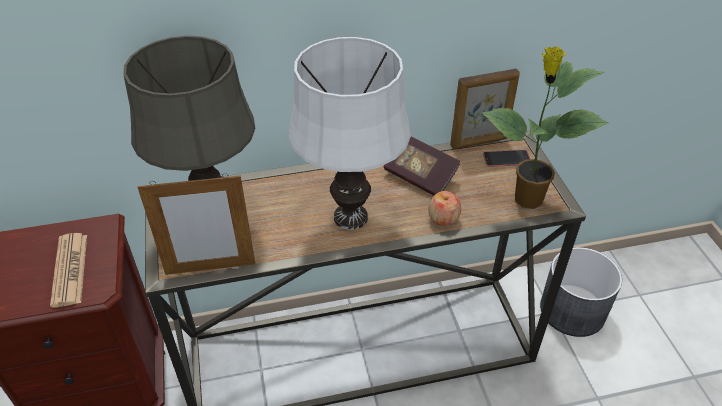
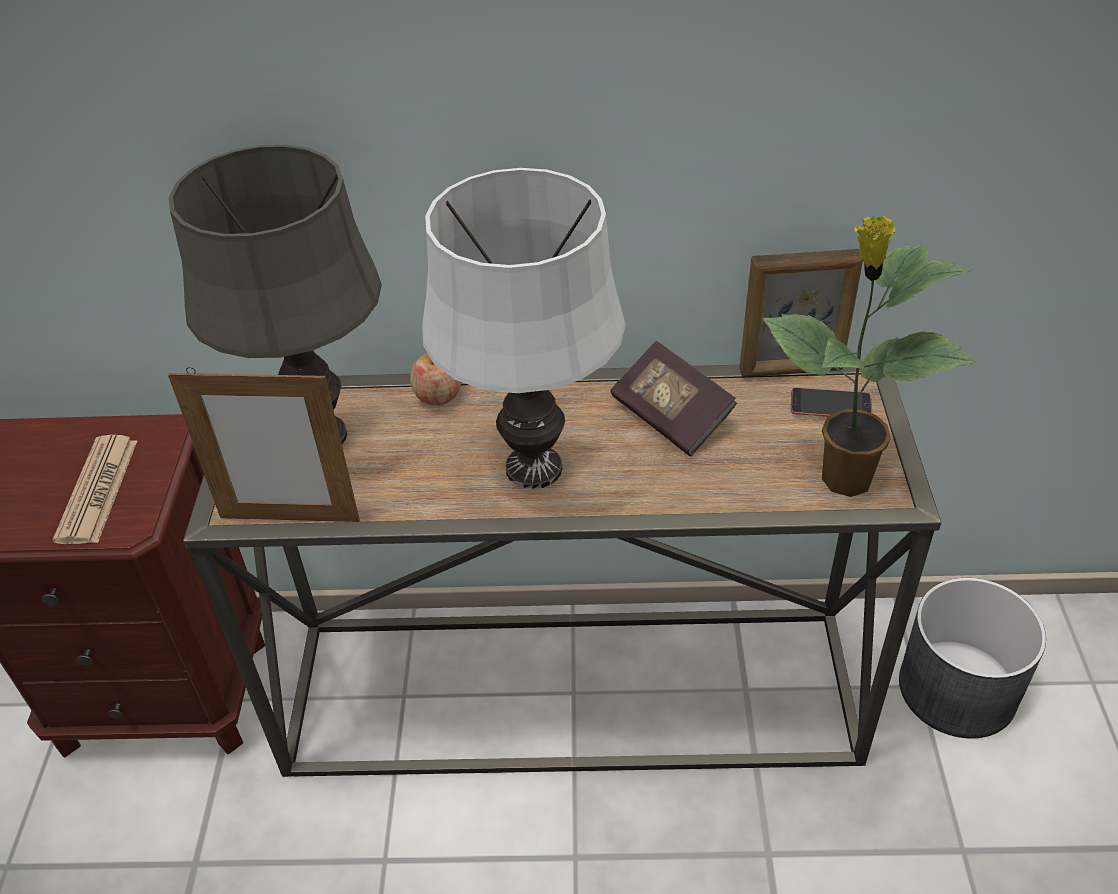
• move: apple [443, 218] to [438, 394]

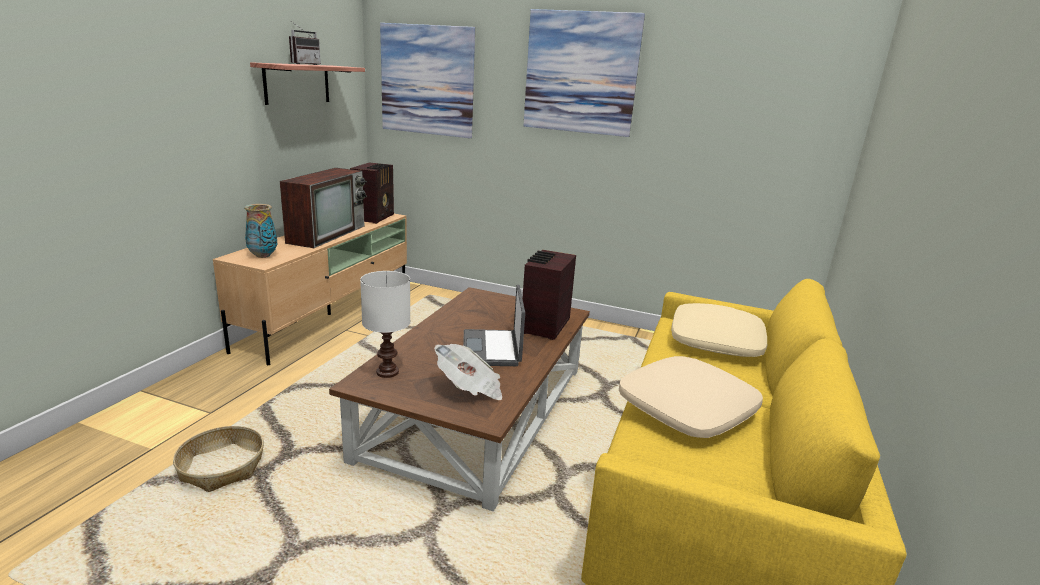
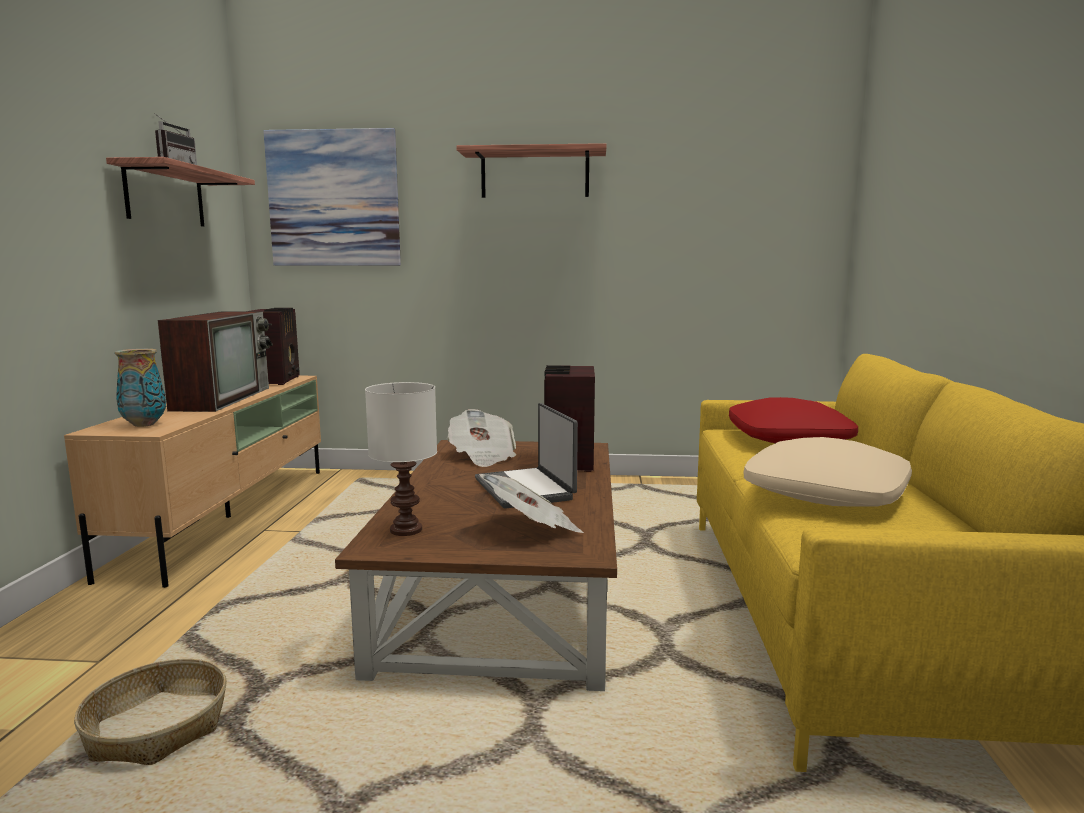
• insert: newspaper [482, 456]
• replace: picture [581, 73] to shelf [535, 174]
• recolor: beige pillow [716, 342] to red pillow [789, 438]

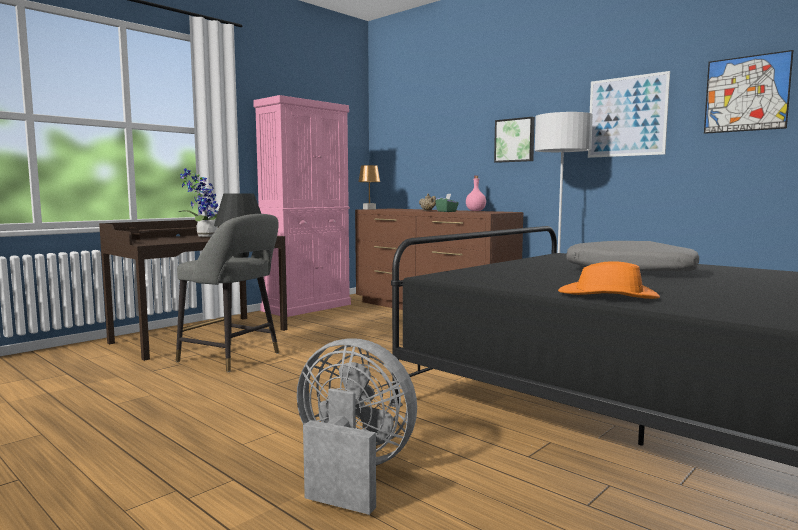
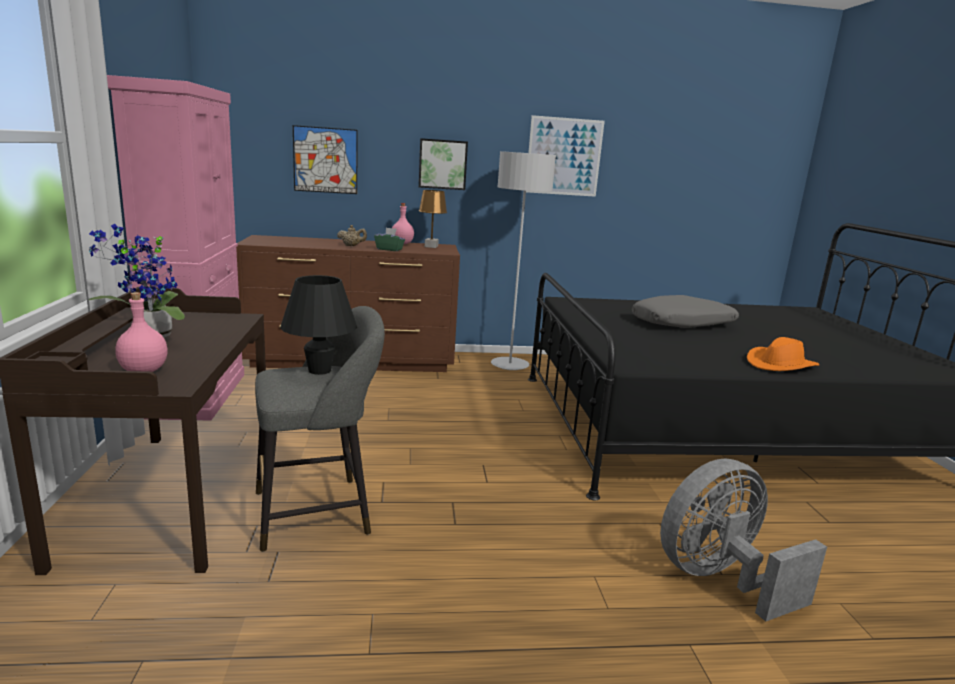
• insert: pink bottle [143, 370]
• move: picture [746, 94] to [325, 160]
• move: brown table lamp [369, 209] to [431, 246]

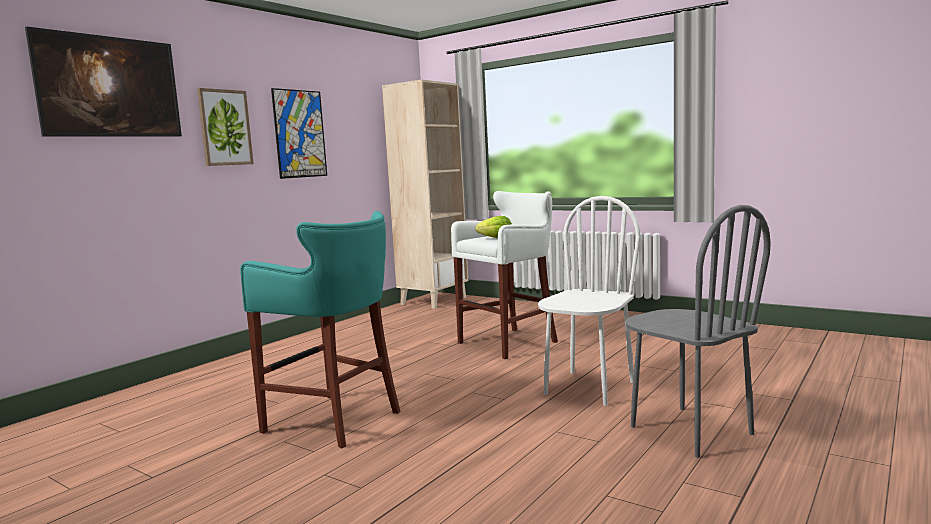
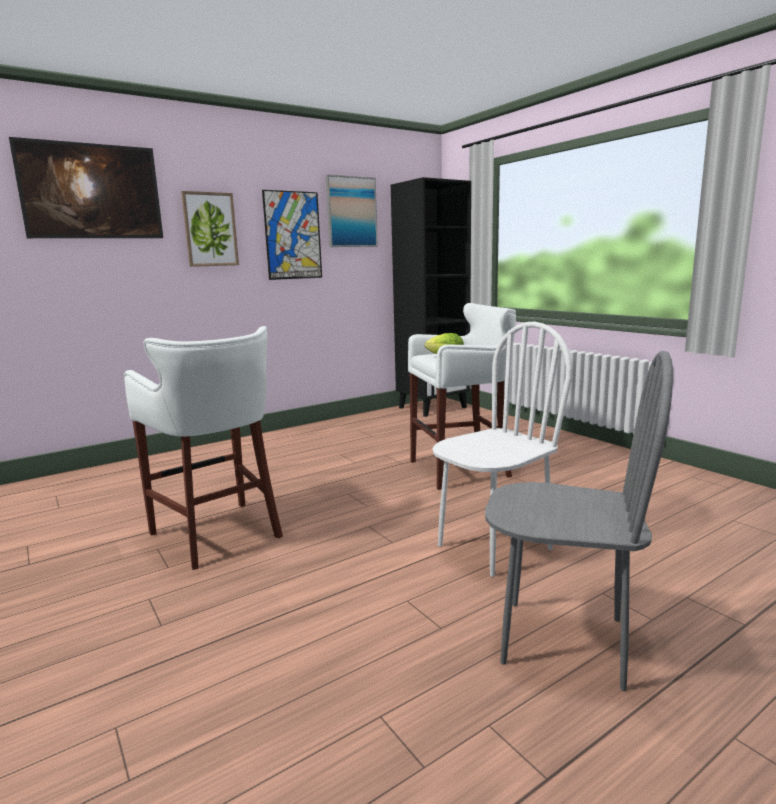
• recolor: turquoise stool [336, 421] to white stool [219, 535]
• insert: picture [351, 212]
• recolor: beige bookcase [433, 301] to black bookcase [432, 407]
• rotate: grey chair [690, 430] = [563, 641] 60 degrees counterclockwise

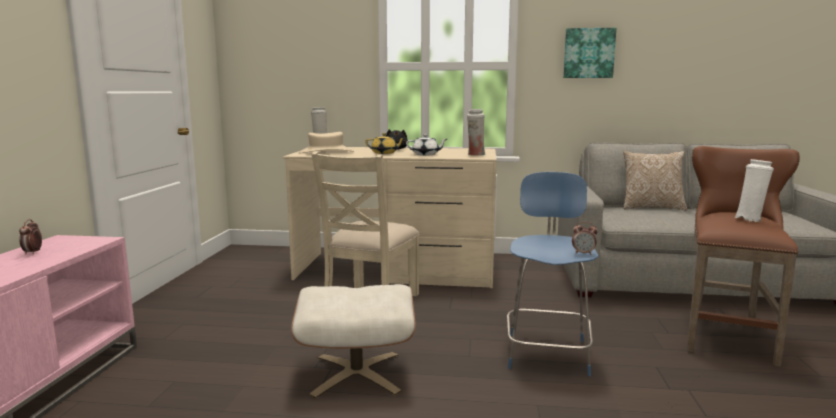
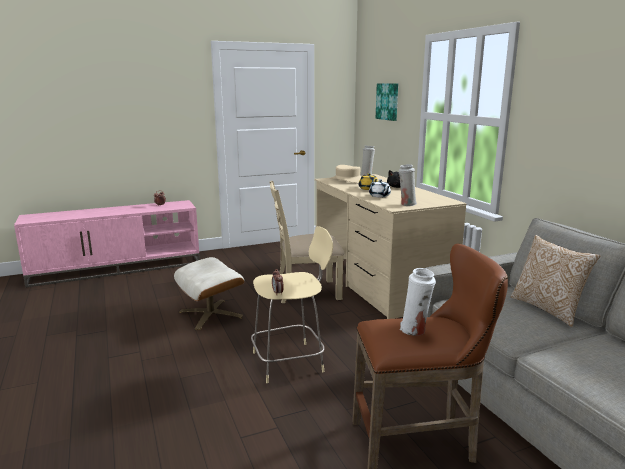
• recolor: blue stool [547, 352] to beige stool [290, 361]
• move: picture [588, 53] to [388, 101]

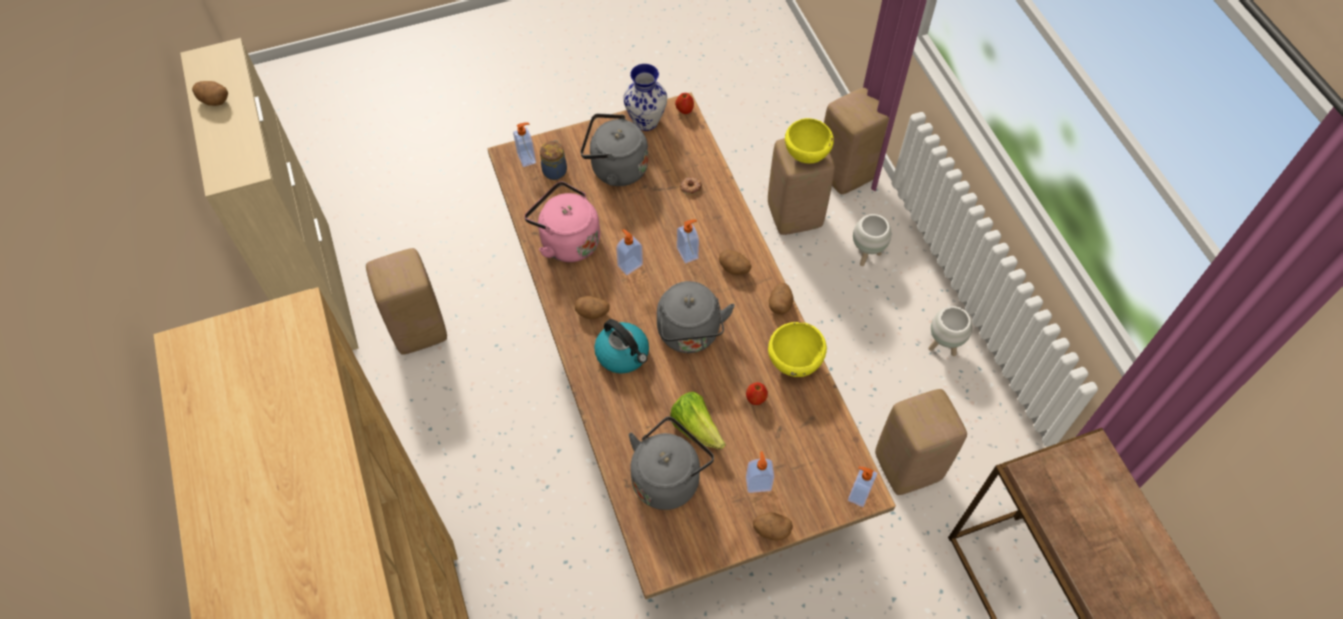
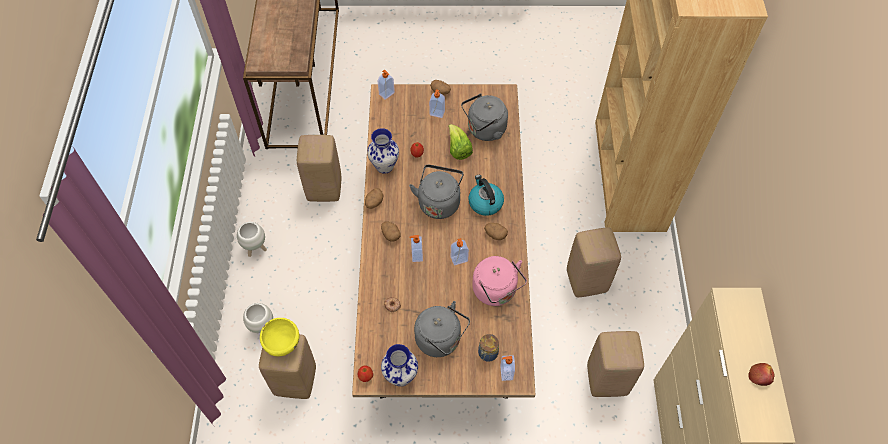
• replace: yellow bowl [794, 363] to vase [384, 166]
• move: beige stool [844, 173] to [587, 281]
• replace: potato [214, 100] to apple [760, 376]

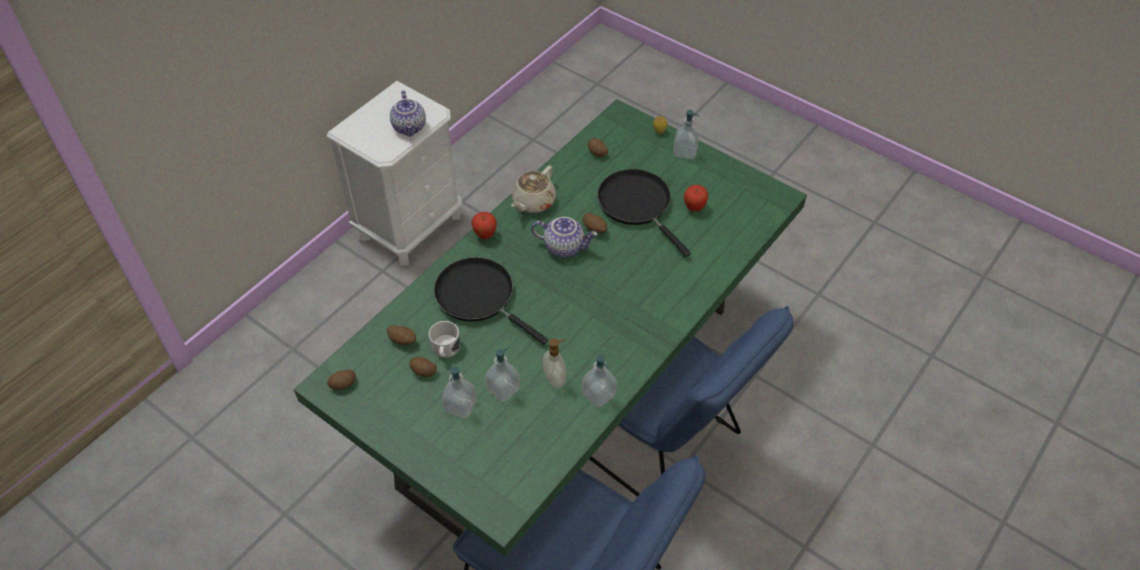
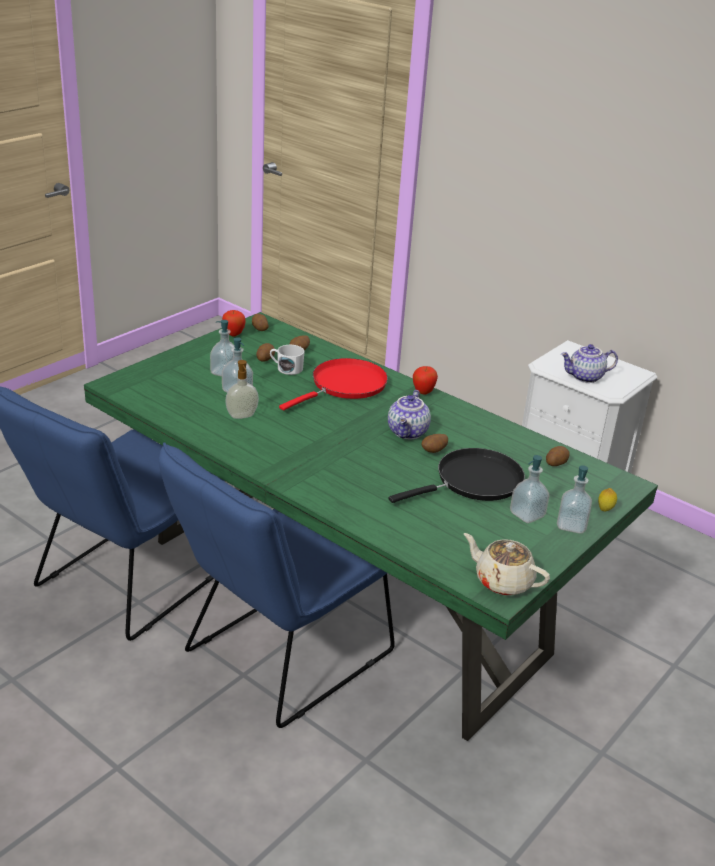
• move: apple [694, 208] to [233, 334]
• recolor: black frying pan [479, 297] to red frying pan [345, 386]
• move: beige teapot [533, 202] to [502, 581]
• move: soap dispenser [598, 394] to [527, 515]

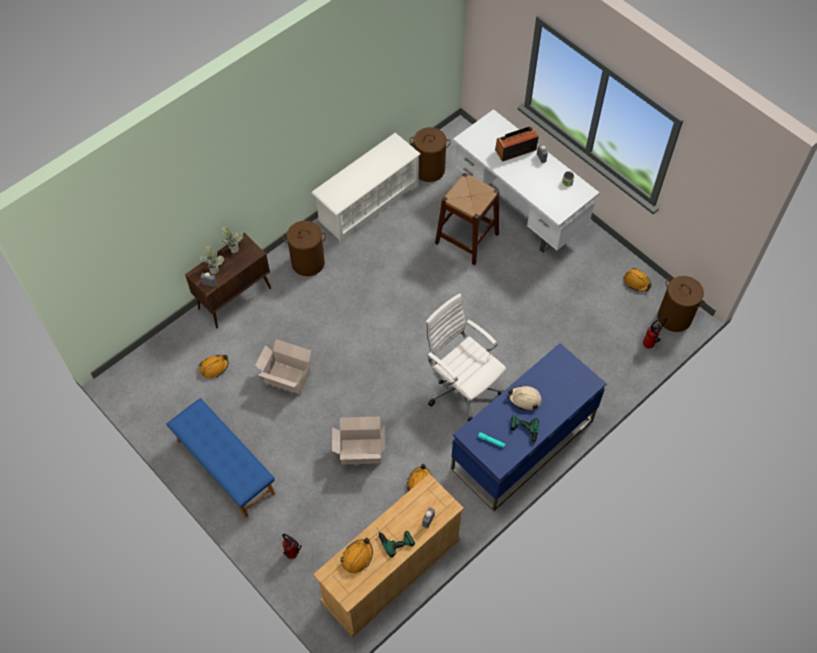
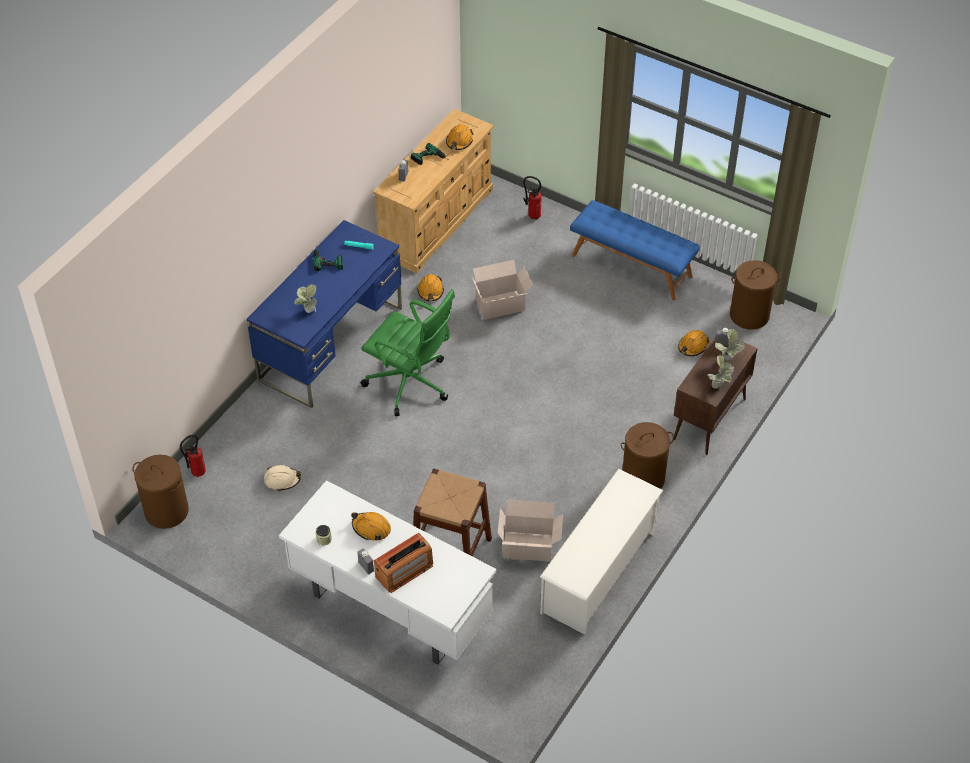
• move: beige hard hat [524, 399] to [282, 480]
• insert: potted plant [308, 312]
• move: orange hard hat [637, 282] to [371, 528]
• recolor: white office chair [462, 387] to green office chair [410, 384]
• move: cardboard box [286, 377] to [529, 547]
• move: brown laundry basket [429, 170] to [749, 315]

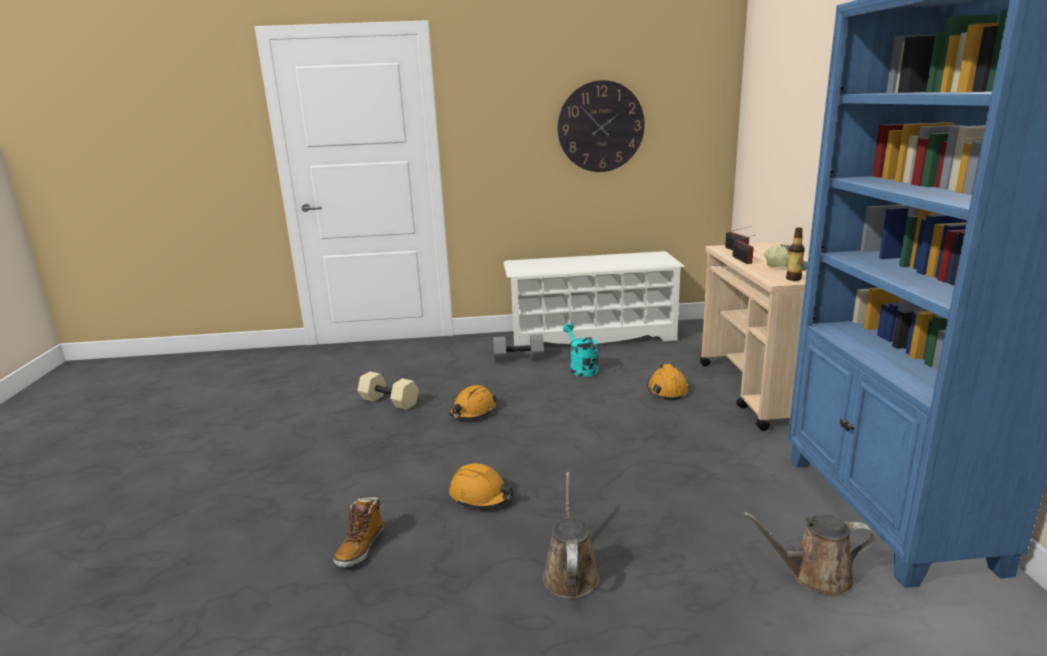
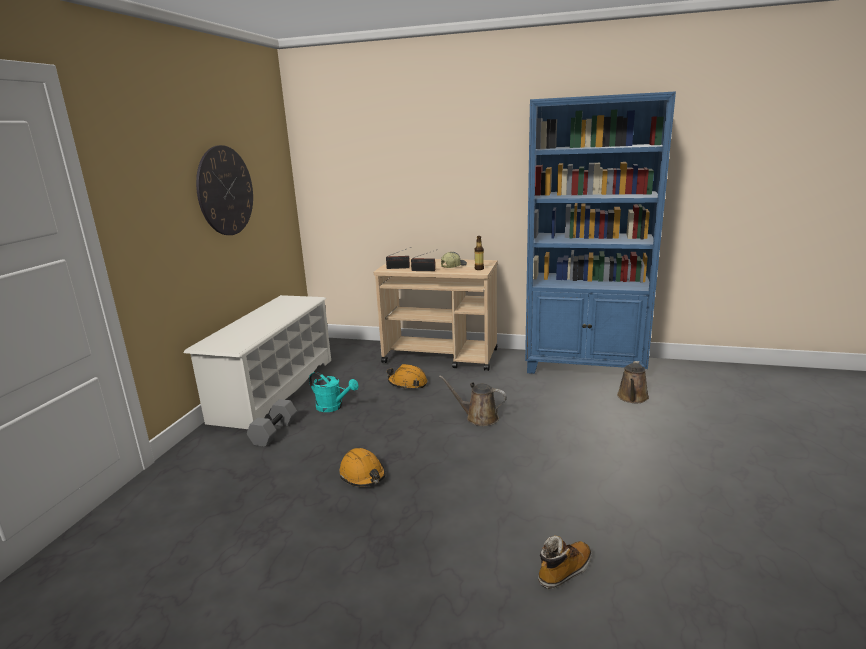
• rotate: turquoise watering can [581, 368] = [333, 407] 150 degrees counterclockwise
• move: brown watering can [570, 573] to [478, 417]
• rotate: boot [360, 547] = [564, 571] 75 degrees counterclockwise
• delete: beige dumbbell [390, 401]
• delete: orange hard hat [481, 496]

